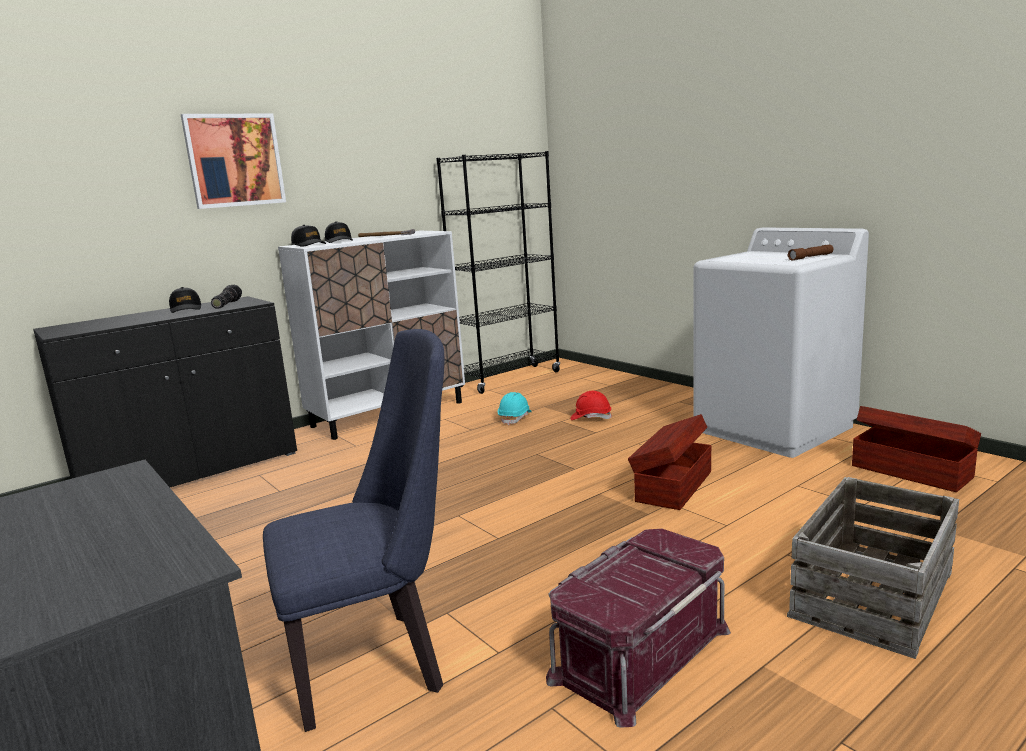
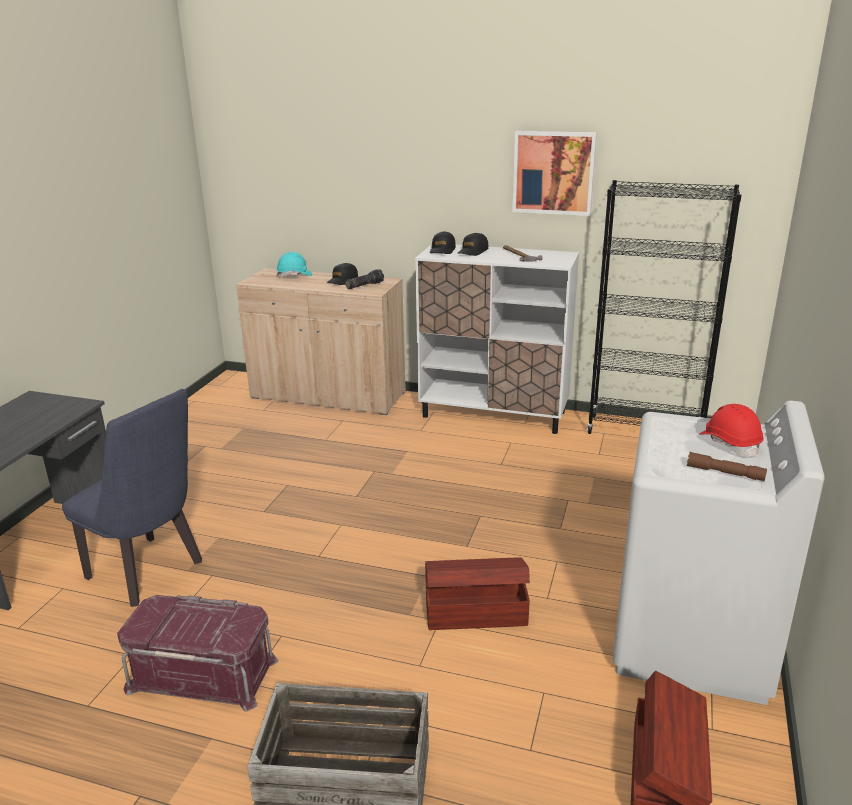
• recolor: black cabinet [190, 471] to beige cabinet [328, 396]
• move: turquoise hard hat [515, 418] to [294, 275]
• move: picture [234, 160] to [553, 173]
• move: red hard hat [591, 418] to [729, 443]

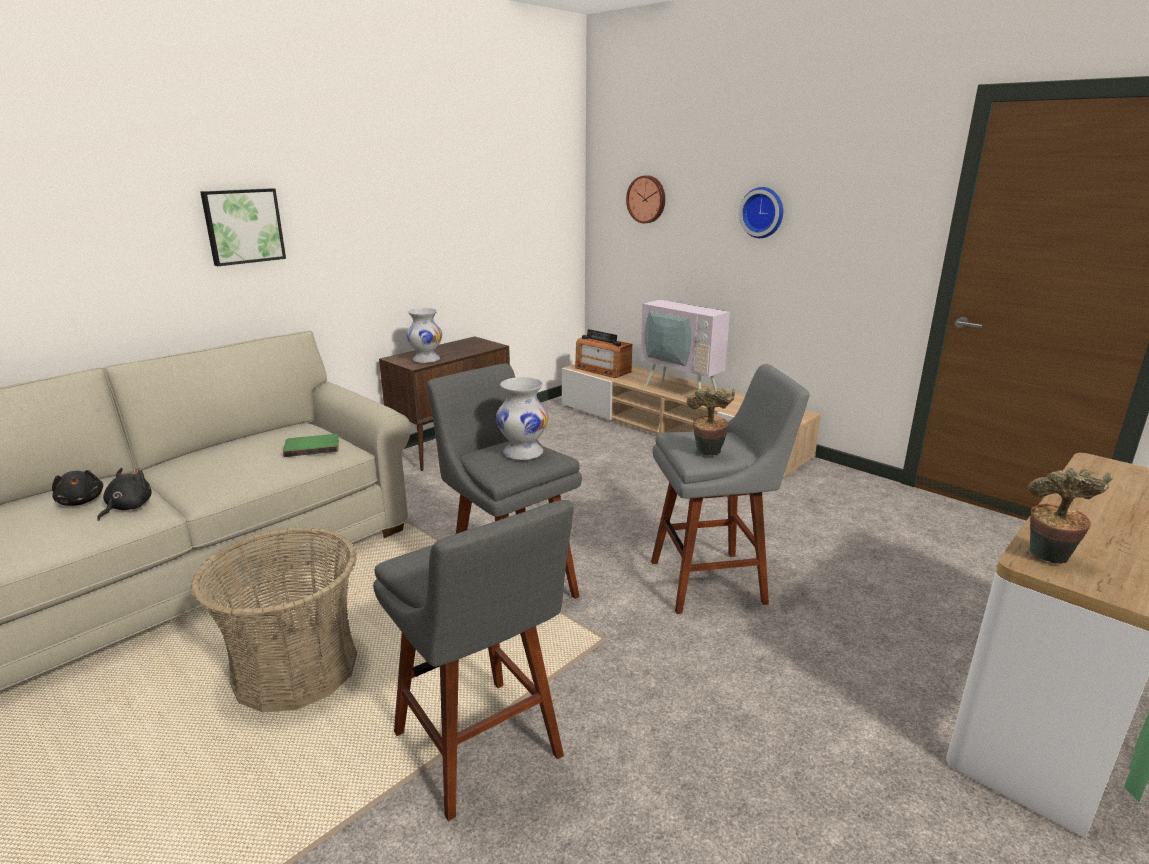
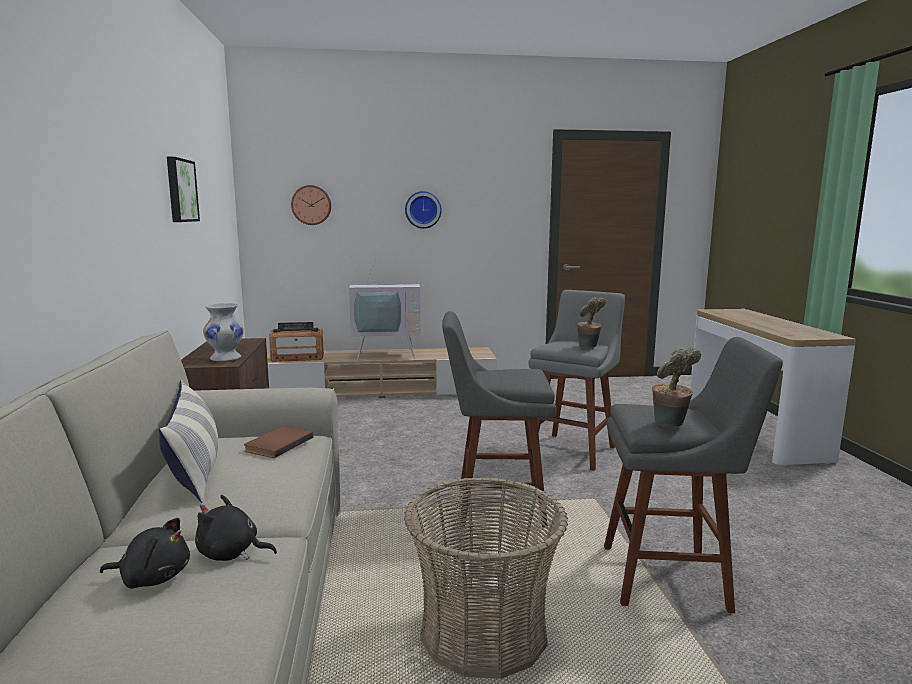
• insert: pillow [195, 468]
• move: picture [243, 226] to [180, 190]
• rotate: black plush toy [127, 508] = [231, 553] 45 degrees counterclockwise
• recolor: green book [312, 447] to brown book [277, 444]
• move: potted plant [1048, 559] to [670, 425]
• delete: white vase [523, 453]

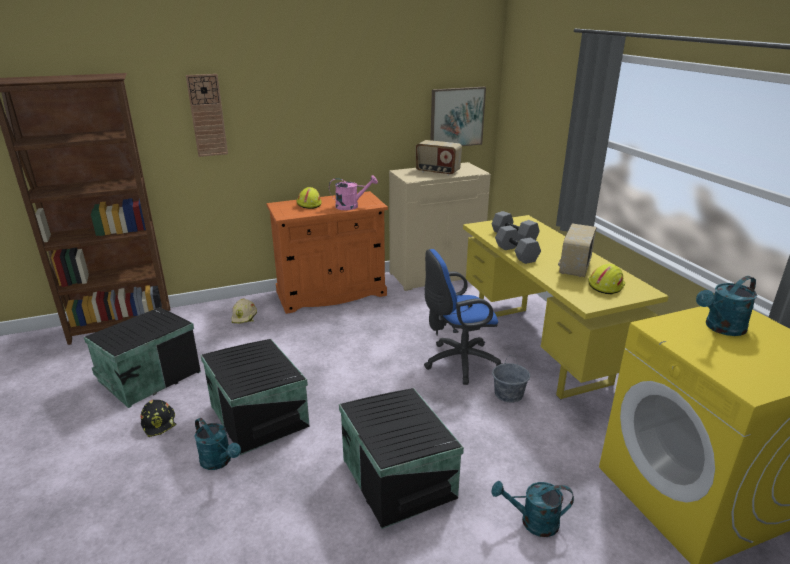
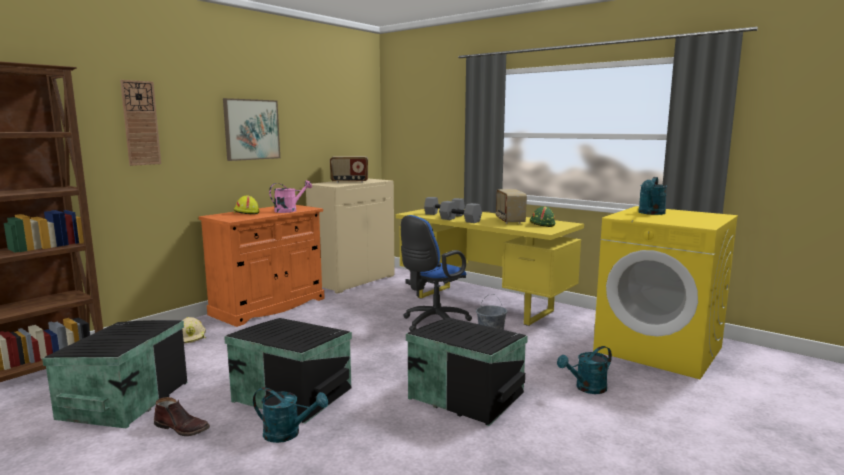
• replace: black hard hat [159, 423] to brown boot [183, 428]
• move: picture [456, 117] to [251, 129]
• recolor: yellow hard hat [605, 285] to green hard hat [541, 224]

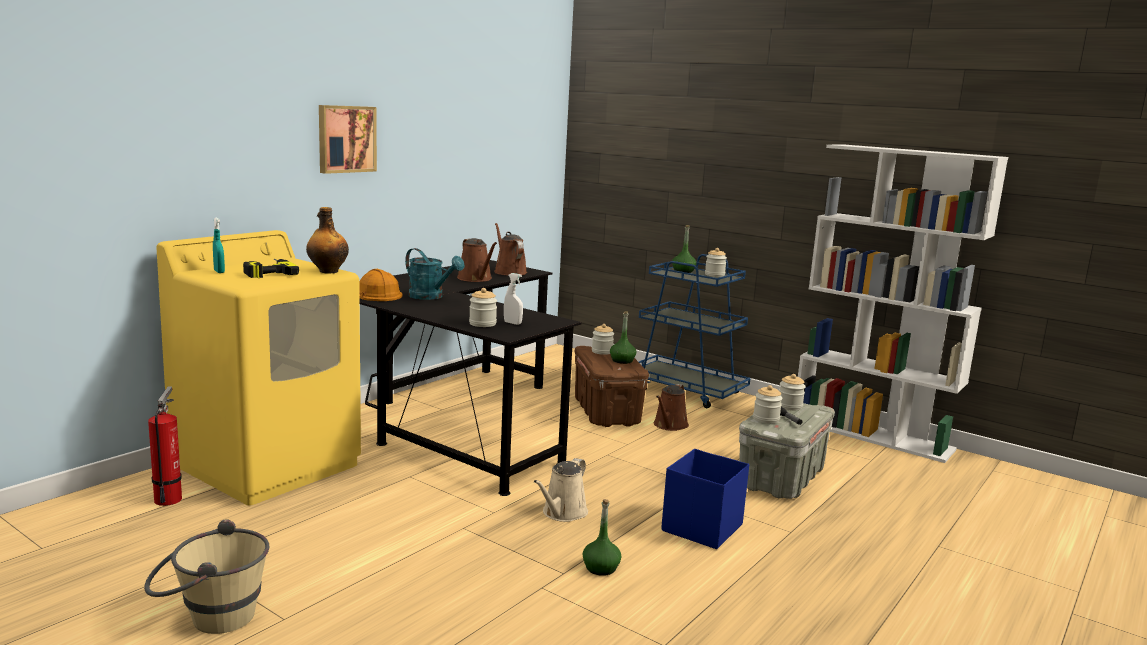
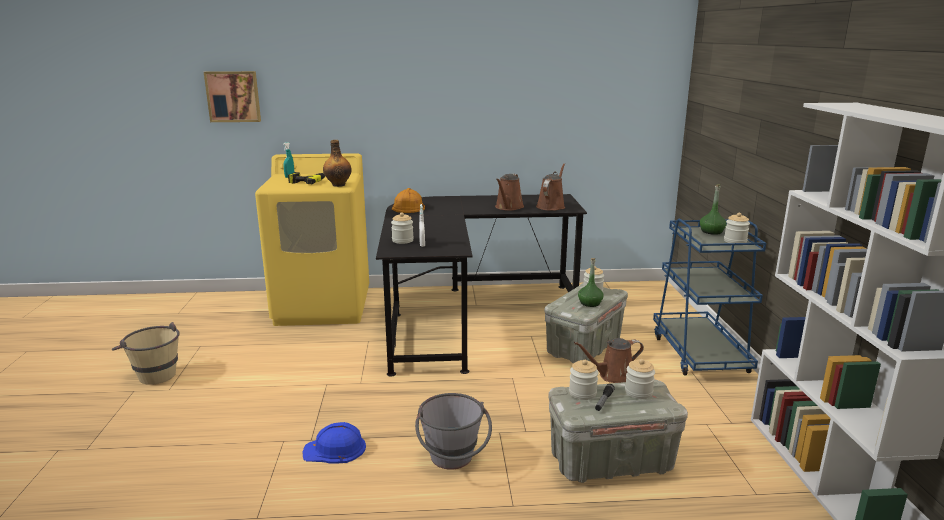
• move: picture [346, 139] to [233, 96]
• replace: green bottle [601, 568] to blue hard hat [335, 449]
• replace: blue storage box [701, 528] to grey bucket [453, 462]
• recolor: brown storage box [606, 412] to grey storage box [584, 346]
• delete: fire extinguisher [169, 498]
• delete: turquoise watering can [431, 297]
• delete: beige watering can [562, 513]

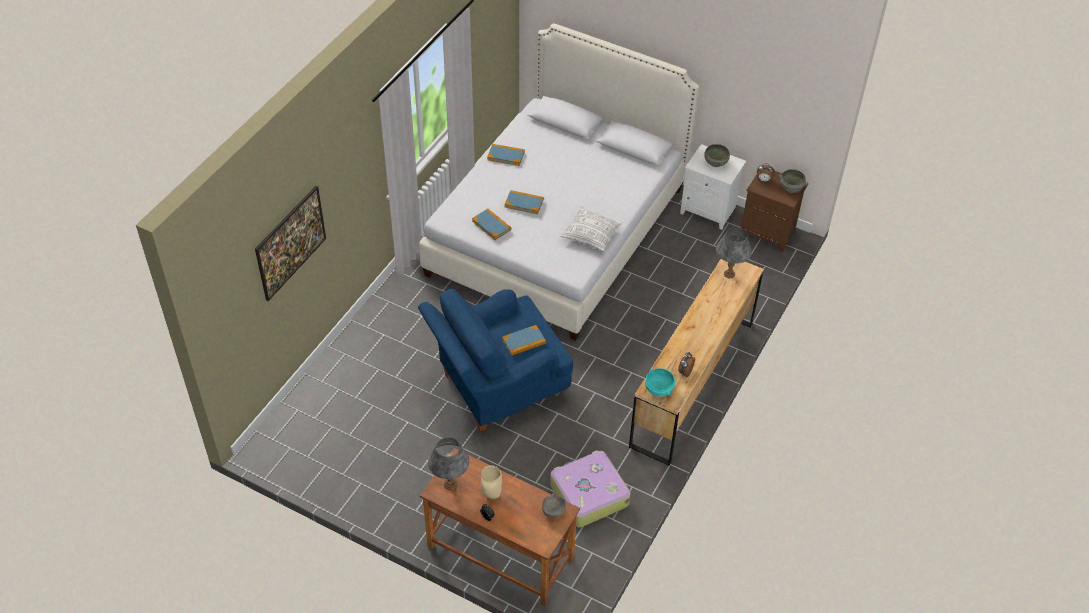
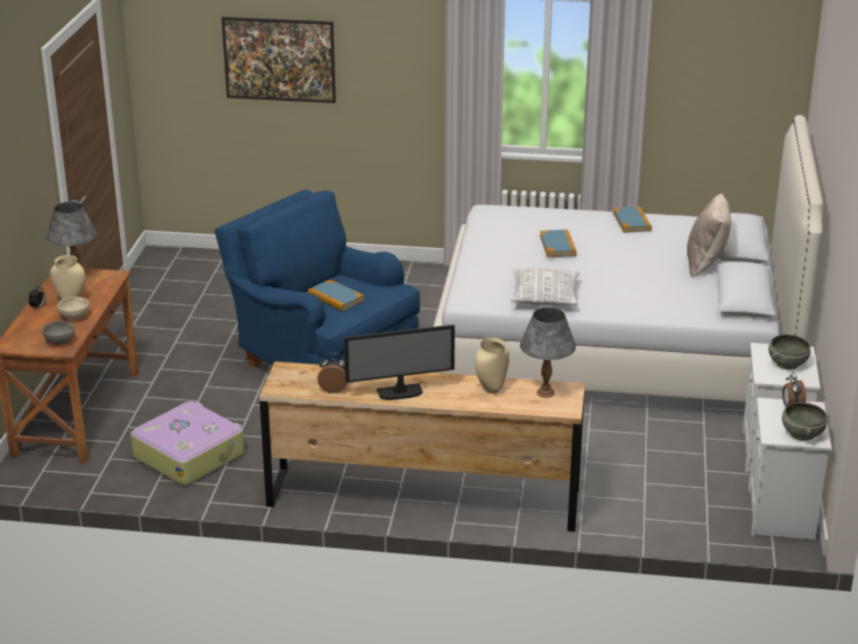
• insert: beige bowl [75, 317]
• insert: monitor [400, 393]
• insert: beige vase [491, 389]
• insert: beige pillow [706, 263]
• recolor: brown nightstand [769, 232] to white nightstand [782, 515]
• delete: book [491, 225]
• delete: turquoise bowl [659, 389]

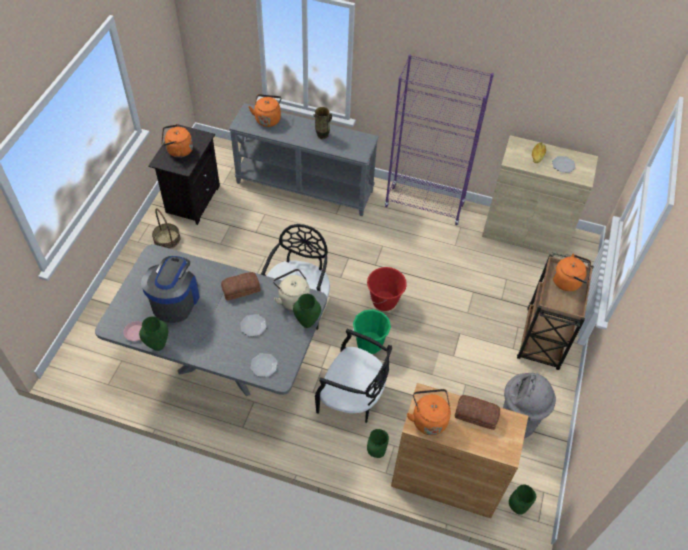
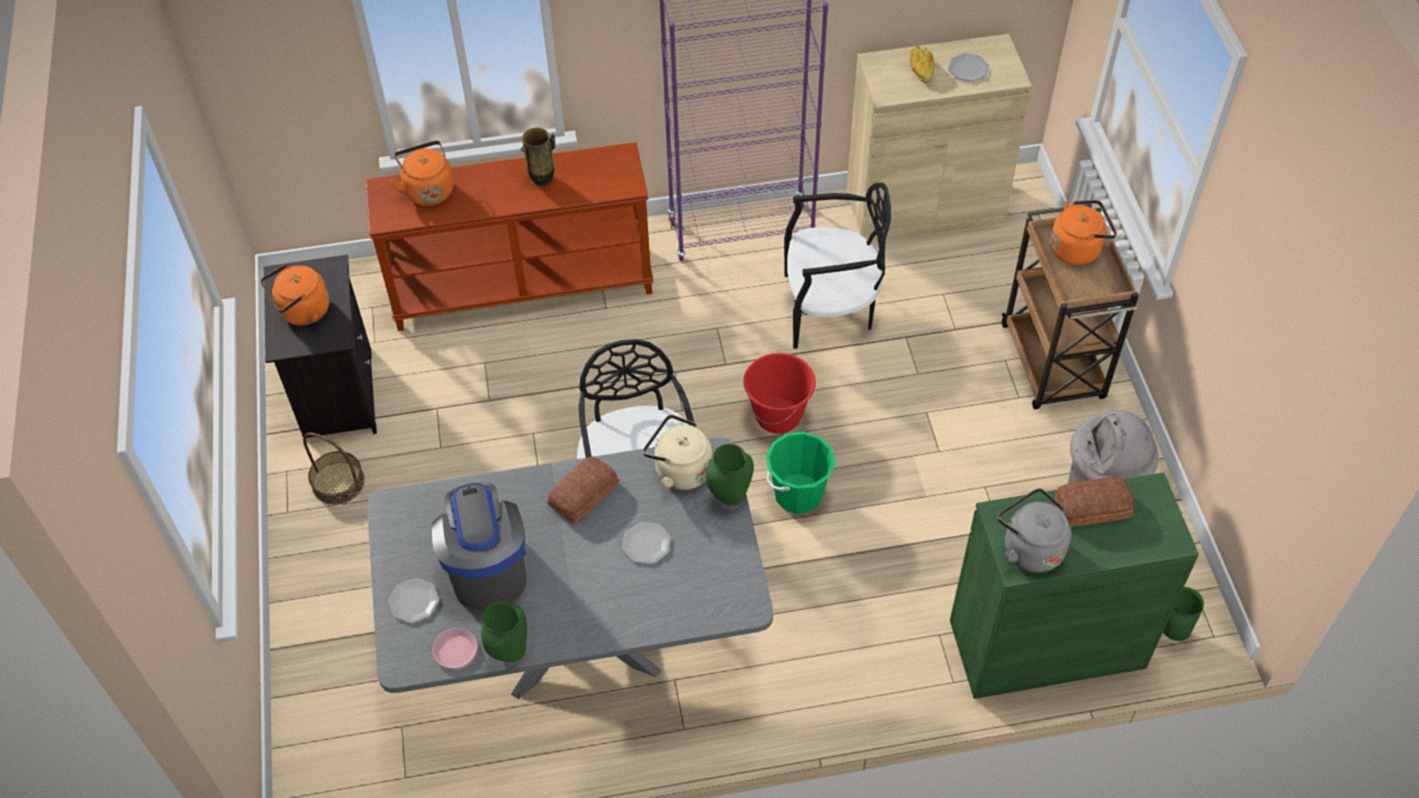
• recolor: grey console table [305, 186] to brown console table [523, 285]
• move: plate [264, 365] to [414, 601]
• move: black chair [352, 398] to [830, 309]
• recolor: brown cabinet [446, 478] to green cabinet [1046, 644]
• recolor: orange kettle [428, 418] to grey kettle [1029, 548]
• delete: green vase [376, 453]

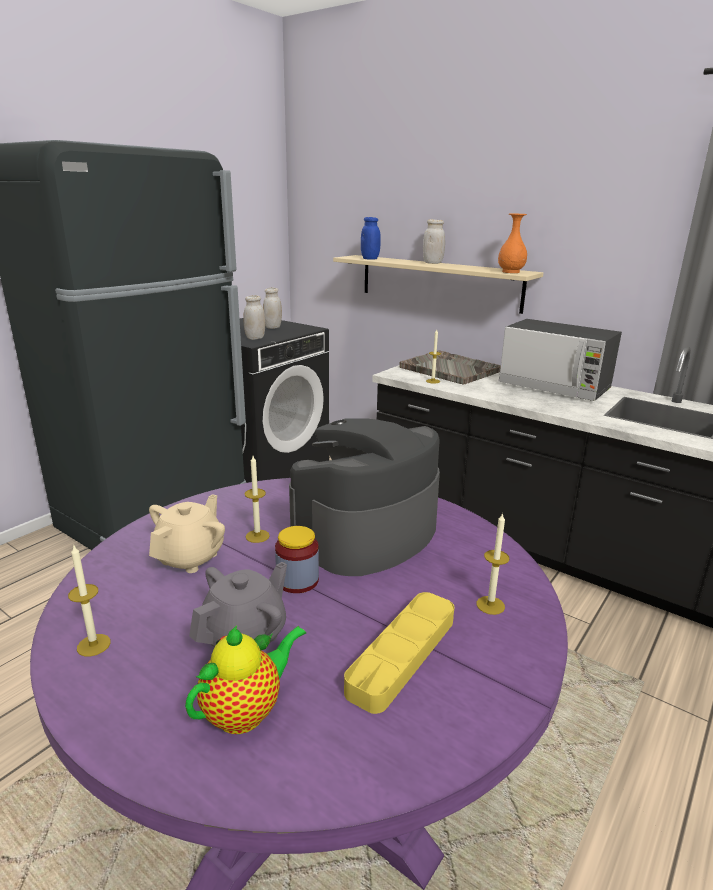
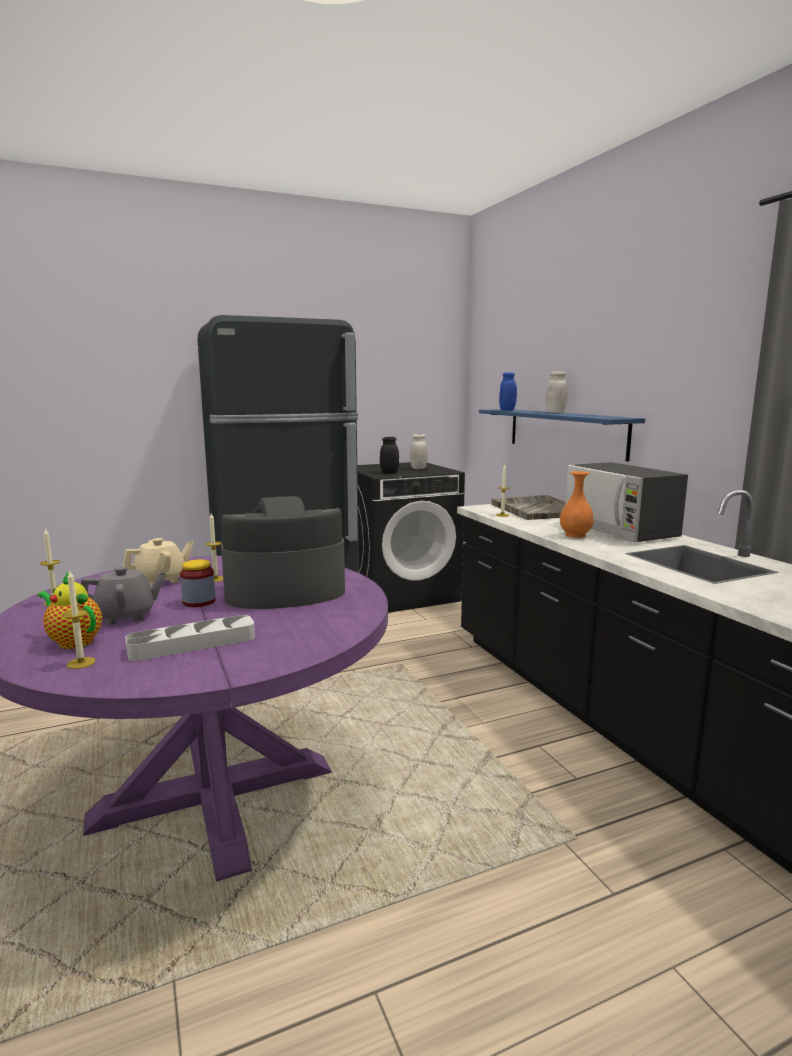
• rotate: teapot [246, 711] = [73, 641] 135 degrees counterclockwise
• move: candle [490, 605] to [81, 663]
• recolor: yellow tray [402, 654] to grey tray [192, 644]
• recolor: white jar [255, 338] to black jar [389, 473]
• recolor: beige shelf [438, 282] to blue shelf [564, 432]
• move: orange vase [511, 272] to [576, 535]

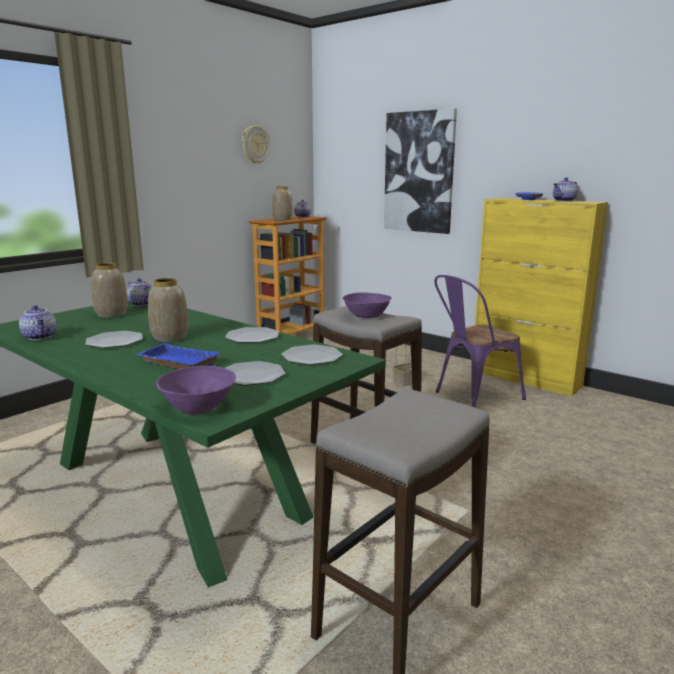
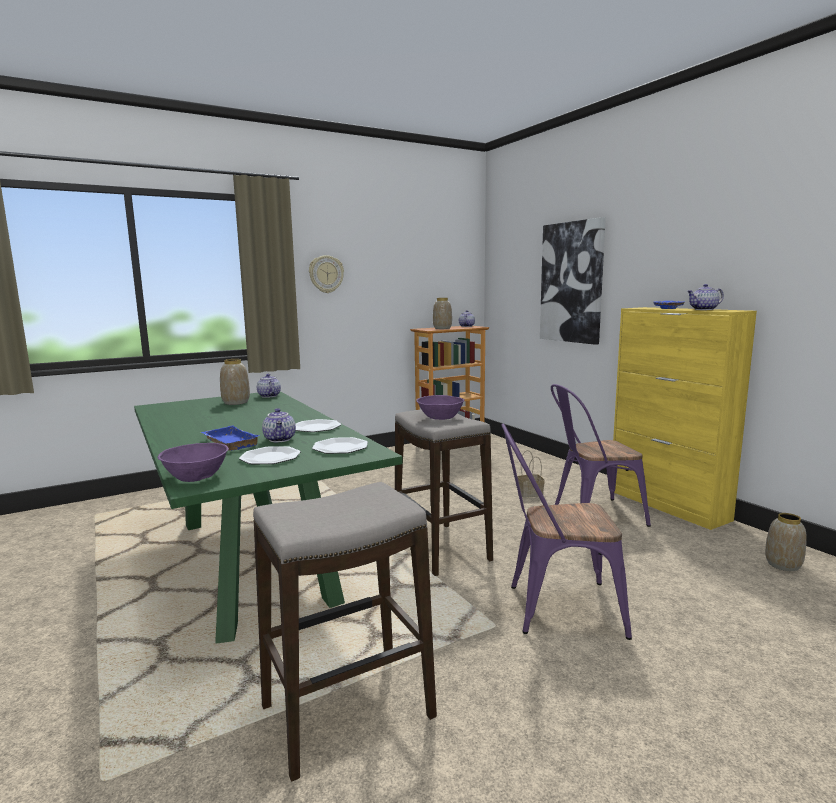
• move: teapot [41, 337] to [280, 439]
• move: wall clock [255, 145] to [326, 274]
• insert: purple chair [554, 608]
• move: vase [170, 338] to [782, 564]
• delete: plate [114, 341]

